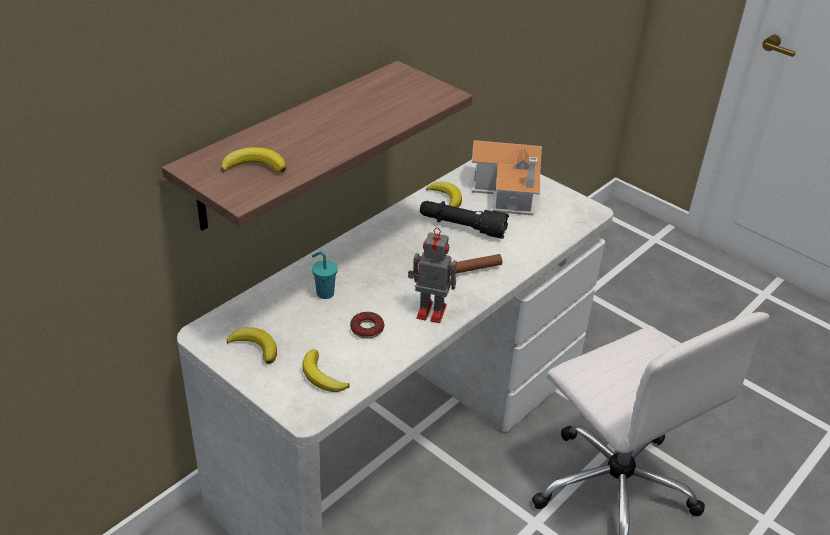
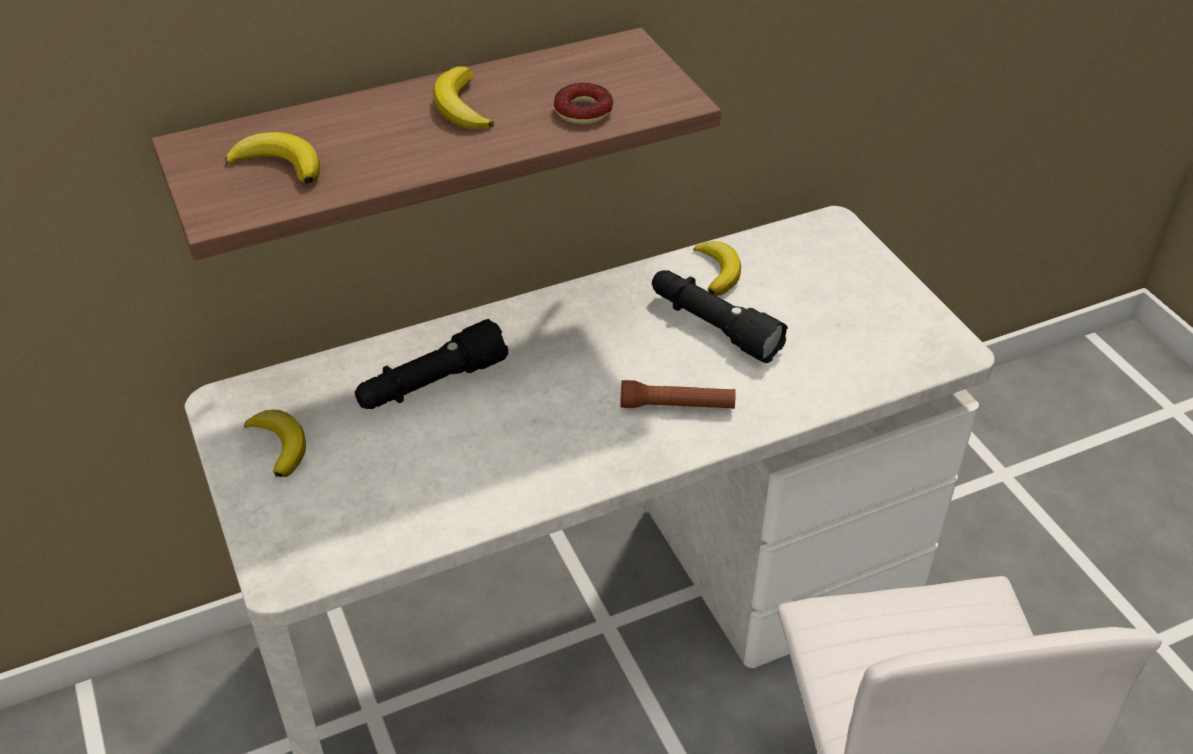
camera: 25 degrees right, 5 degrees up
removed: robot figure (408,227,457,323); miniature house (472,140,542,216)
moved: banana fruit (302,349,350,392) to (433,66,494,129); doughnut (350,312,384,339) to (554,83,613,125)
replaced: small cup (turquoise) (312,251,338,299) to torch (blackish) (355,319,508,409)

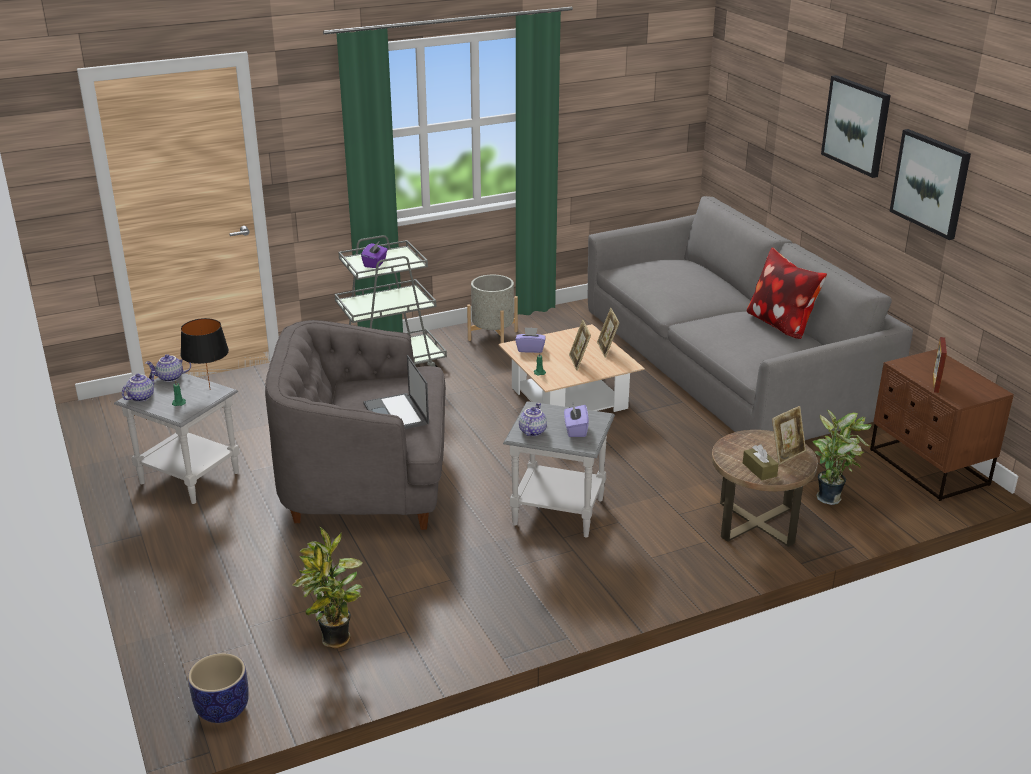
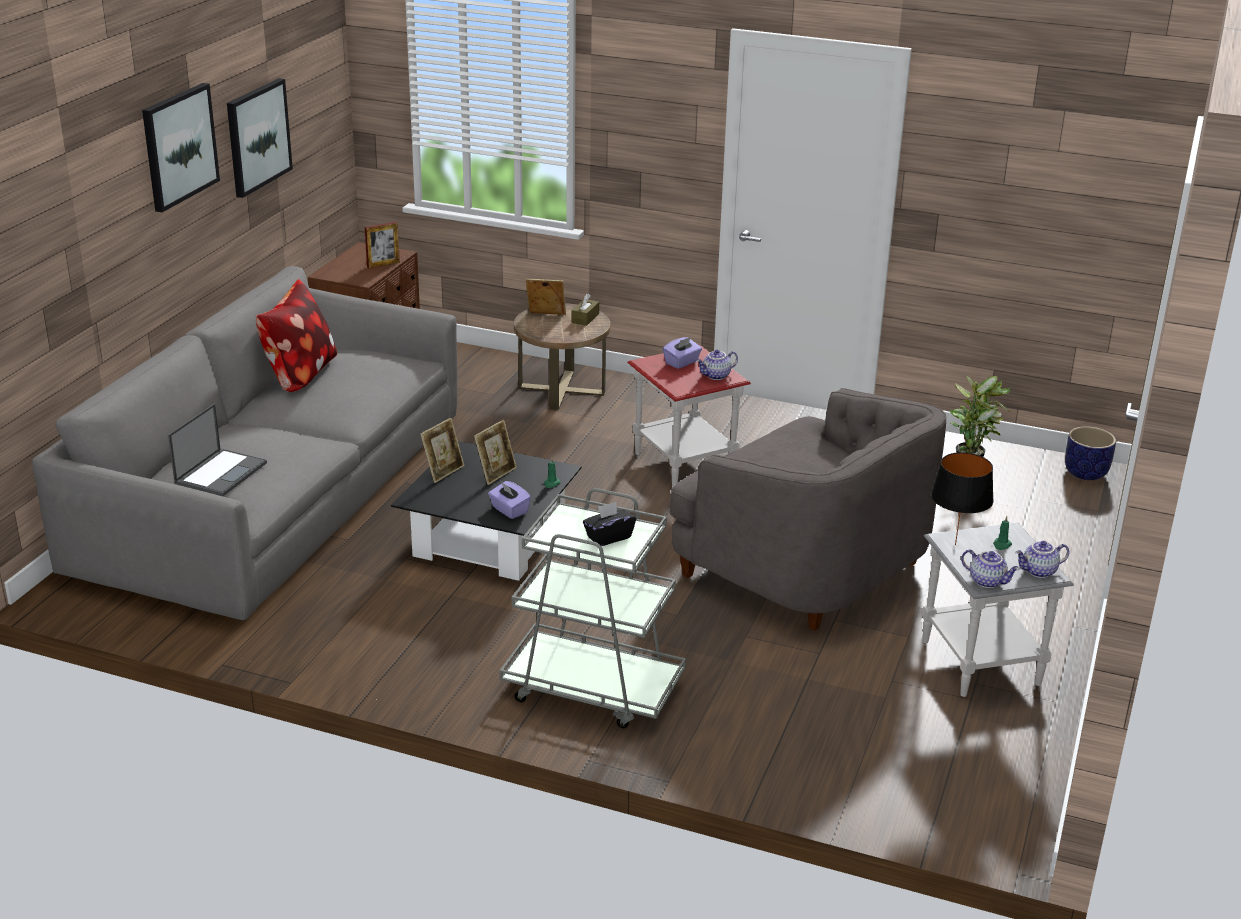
camera: 135 degrees left, 0 degrees up
removed: planter (grey) (467,275,518,343); potted plant (812,409,872,505)
moved: laptop (363,355,429,429) to (168,404,267,496)
recoloured: lounge table (beige-coloured) (498,324,645,412) to lounge table (blackish) (391,441,582,581); tissue holder (purple-coloured) (361,242,388,268) to tissue holder (blackish) (583,502,636,546); accent table (grey) (503,401,615,537) to accent table (red) (627,345,751,487)

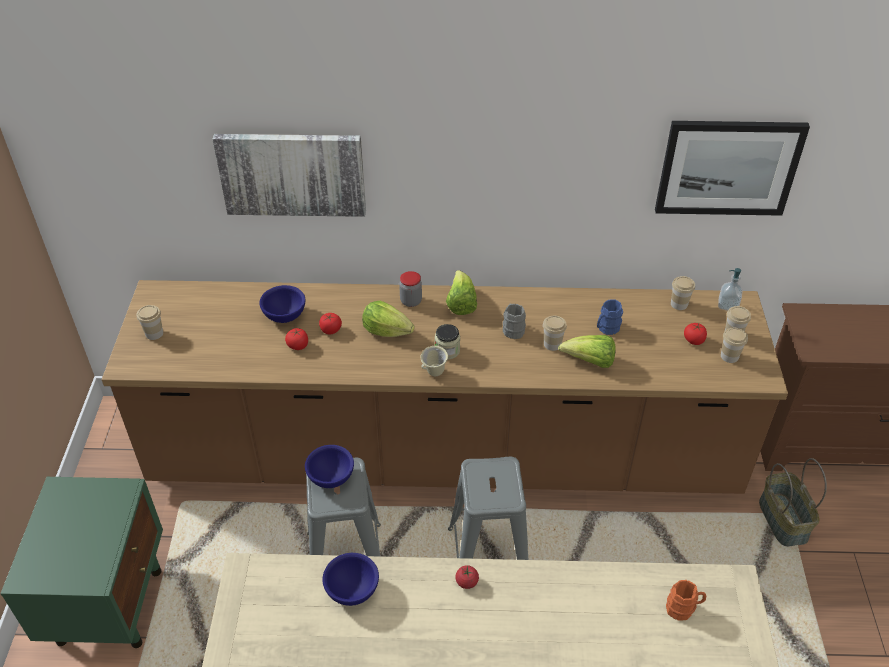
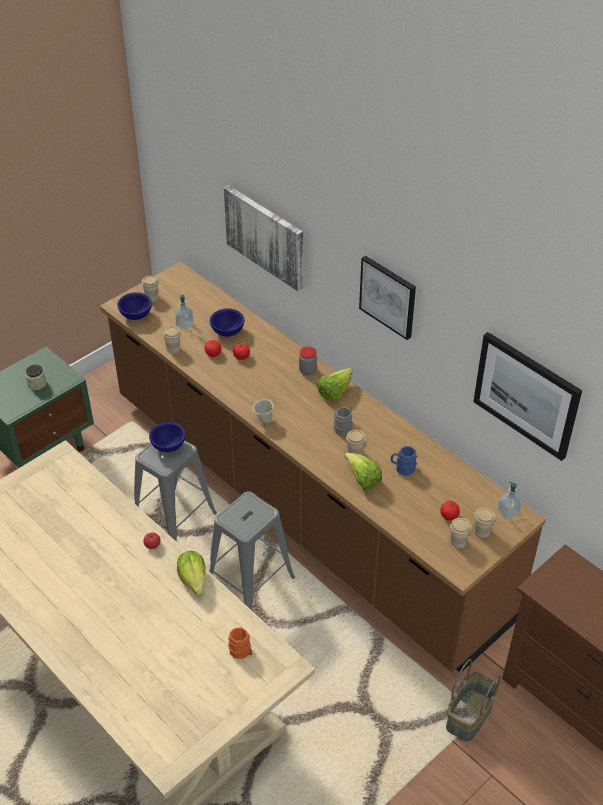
camera: 45 degrees right, 0 degrees up
added: soap dispenser (175,295,193,329); wall picture (359,256,416,340)
moved: storage jar (435,324,460,359) to (25,365,46,390); deep dish (blue-coloured) (322,553,379,606) to (117,292,152,320); small cup (671,276,695,310) to (163,327,181,354); lettuce head (362,300,415,337) to (177,551,206,595)

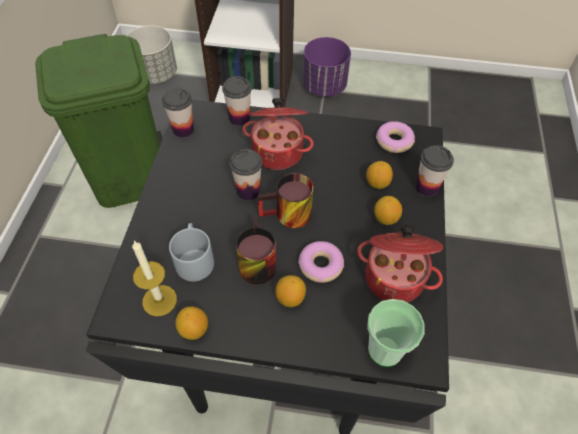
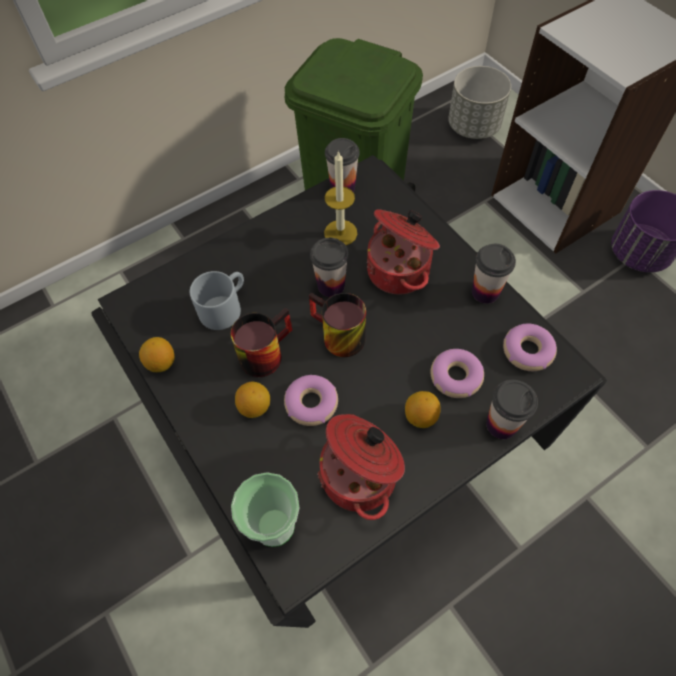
camera: 50 degrees right, 5 degrees up
moved: wax candle (132,240,177,316) to (324,150,357,245); small cup (222,76,252,126) to (472,244,516,304)
replaced: lemon (366,161,393,189) to doughnut (431,349,484,398)

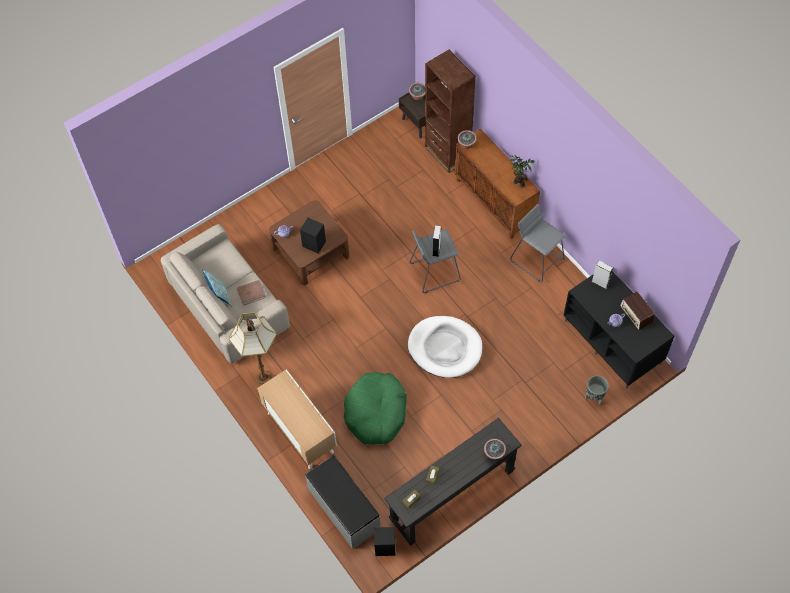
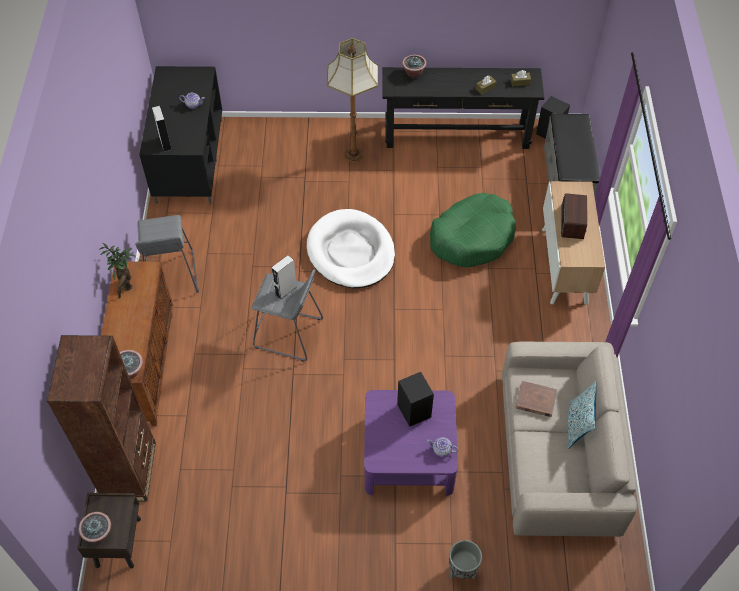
camera: 145 degrees left, 5 degrees down
moved: standing lamp (229,312,277,385) to (327,38,378,162); planter (grey) (585,376,609,404) to (449,540,482,580); radio receiver (620,292,654,330) to (561,193,588,239)
recoloured: lounge table (brown) (269,200,350,285) to lounge table (purple-coloured) (364,390,458,496)

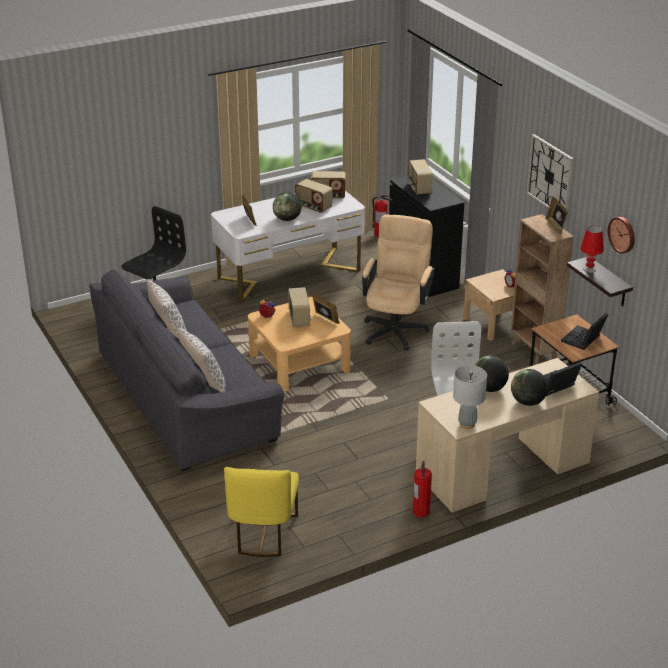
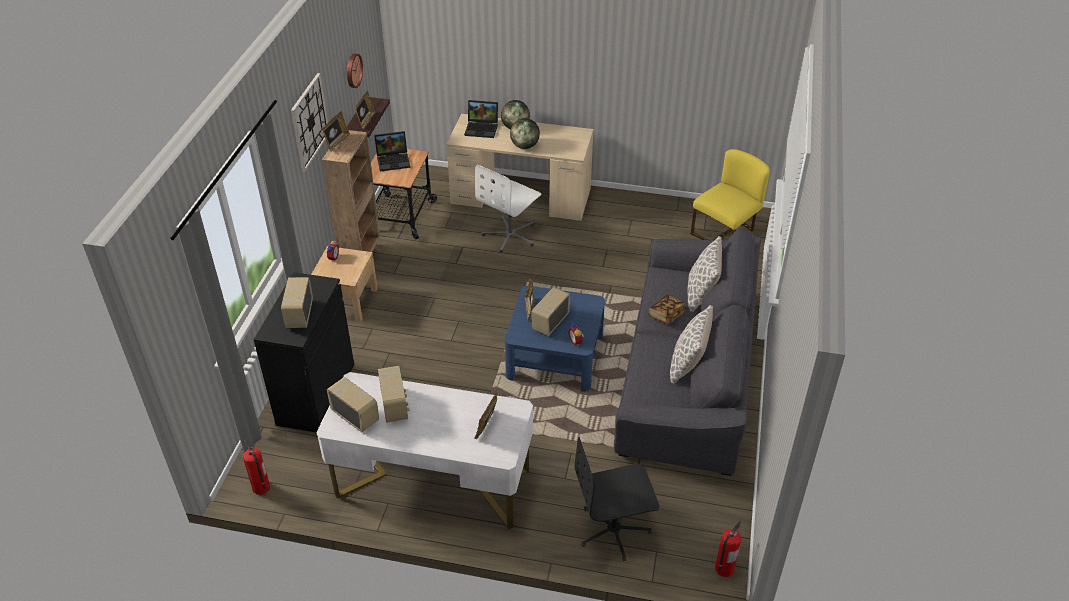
camera: 140 degrees left, 10 degrees up
removed: globe (273,192,302,221); desk chair (beige-coloured) (362,214,435,350); lamp for a table (grey) (453,365,487,429)
added: book (648,294,685,324)
moved: fire extinguisher (413,461,432,518) to (715,521,742,577)
replaced: lamp for a table (red) (580,226,604,273) to photo frame (355,91,376,129)
recoloured: lounge table (beige-coloured) (248,297,351,392) to lounge table (blue-coloured) (505,286,605,392)
turned: radio receiver (408,159,433,195) = (281,277,313,328) 150 degrees clockwise

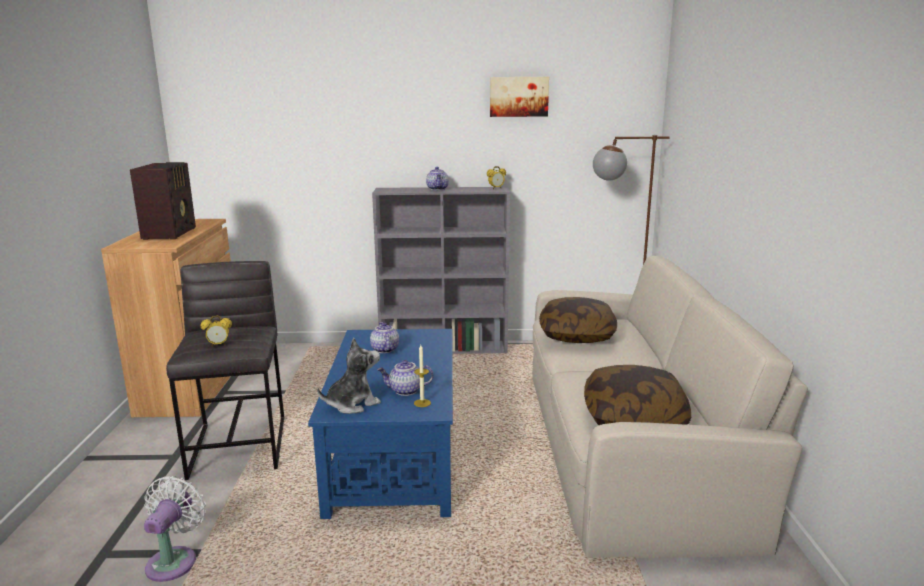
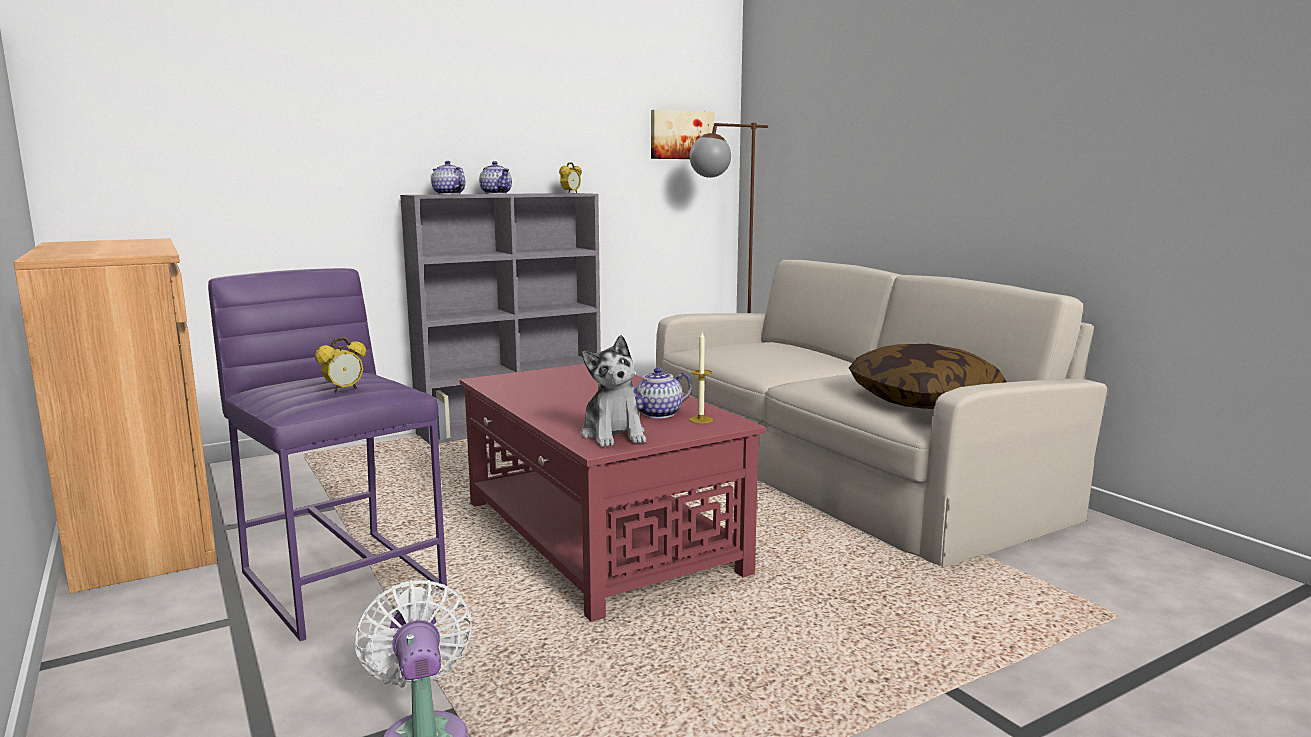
camera: 30 degrees left, 5 degrees down
removed: radio receiver (130,162,196,240); pillow (539,297,617,343)
moved: pot for tea (370,322,399,353) to (431,161,465,194); wall picture (490,77,549,117) to (651,110,714,159)
recoloured: stool seat (grey) (166,261,284,480) to stool seat (purple-coloured) (208,268,447,641); lounge table (blue-coloured) (308,329,453,519) to lounge table (red) (460,364,766,622)
turned: plush toy (317,338,381,414) = (581,335,646,447) 135 degrees clockwise

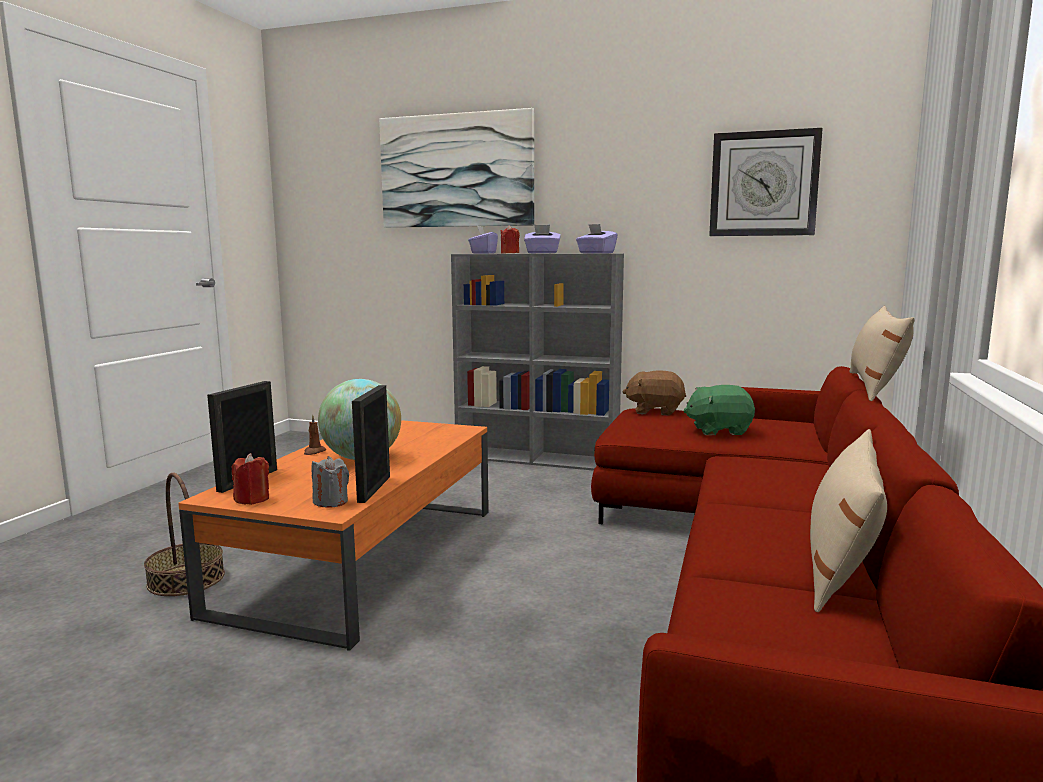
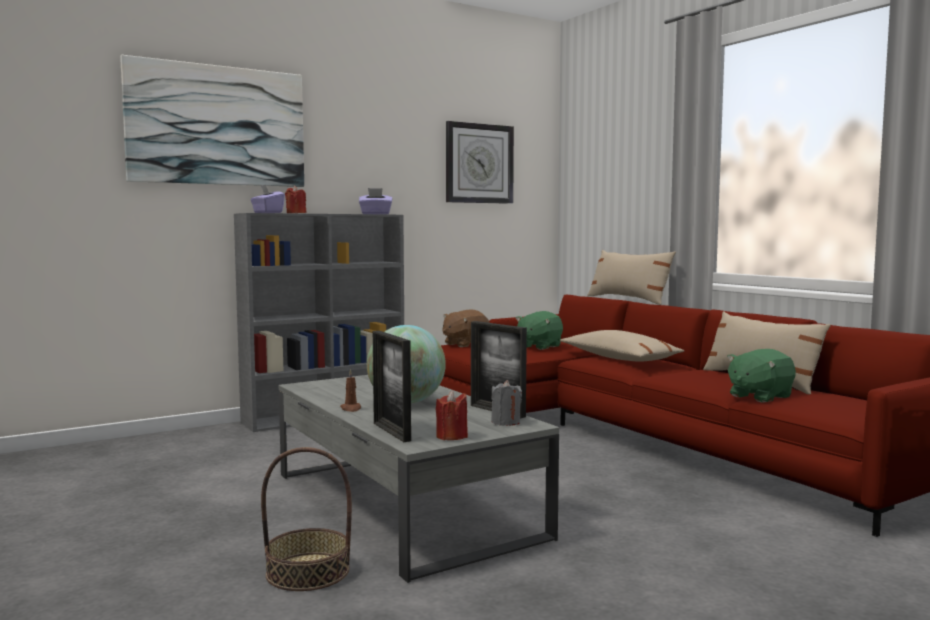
camera: 50 degrees left, 5 degrees down
removed: tissue holder (purple-coloured) (524,225,561,253)
added: pillow (beige-coloured) (560,330,684,362); plush toy (greenish) (727,349,796,403)
recoloured: lounge table (orangey) (178,420,489,651) to lounge table (grey) (279,375,559,583)

